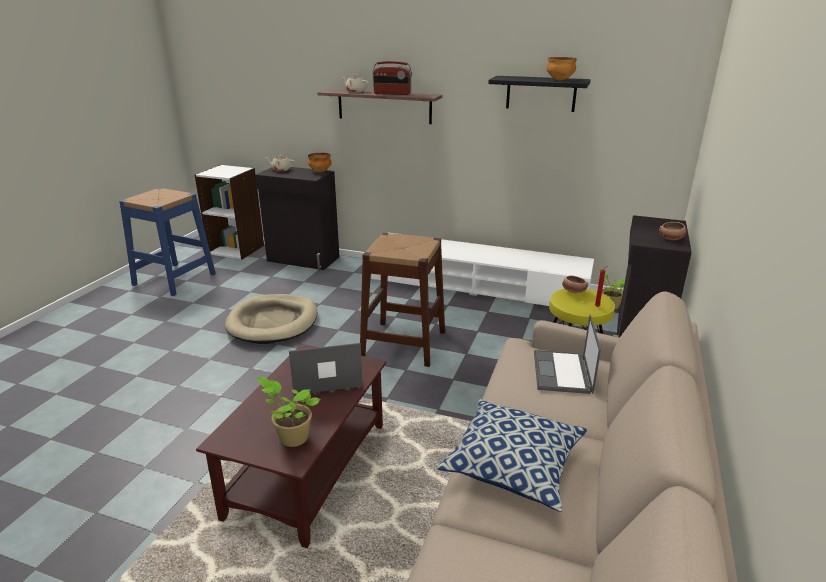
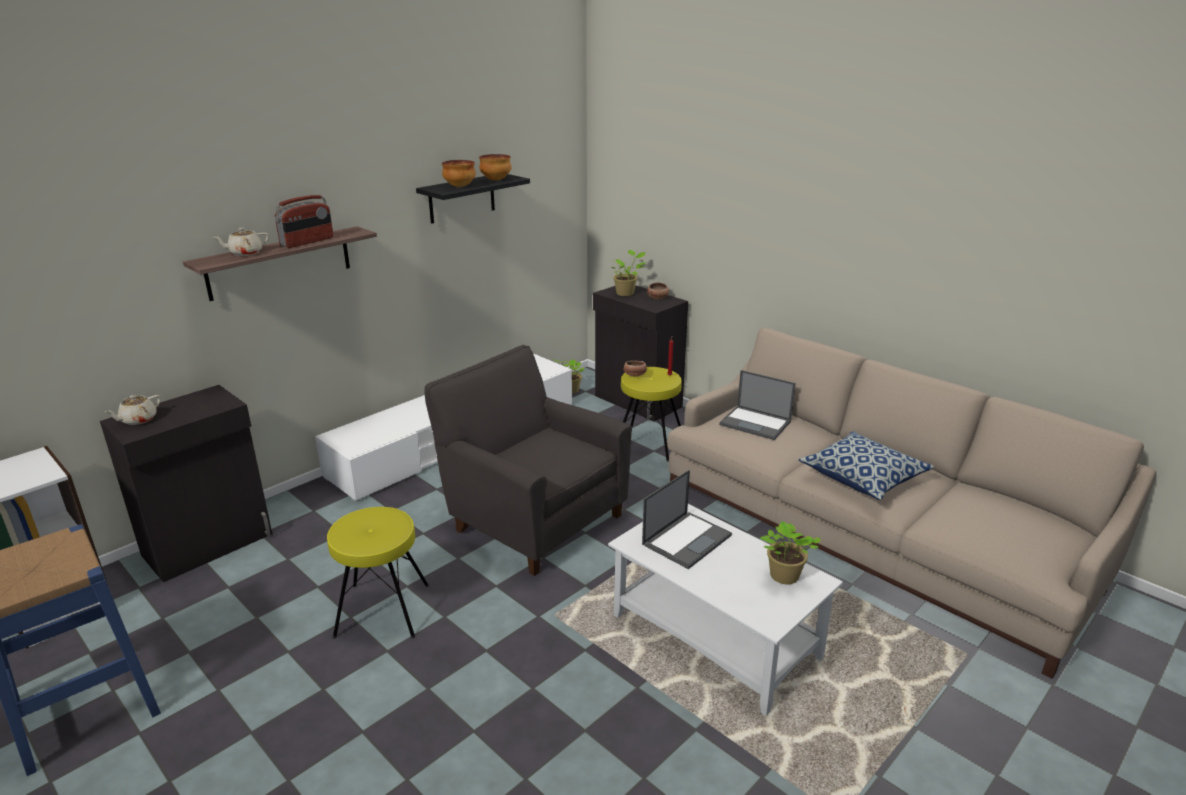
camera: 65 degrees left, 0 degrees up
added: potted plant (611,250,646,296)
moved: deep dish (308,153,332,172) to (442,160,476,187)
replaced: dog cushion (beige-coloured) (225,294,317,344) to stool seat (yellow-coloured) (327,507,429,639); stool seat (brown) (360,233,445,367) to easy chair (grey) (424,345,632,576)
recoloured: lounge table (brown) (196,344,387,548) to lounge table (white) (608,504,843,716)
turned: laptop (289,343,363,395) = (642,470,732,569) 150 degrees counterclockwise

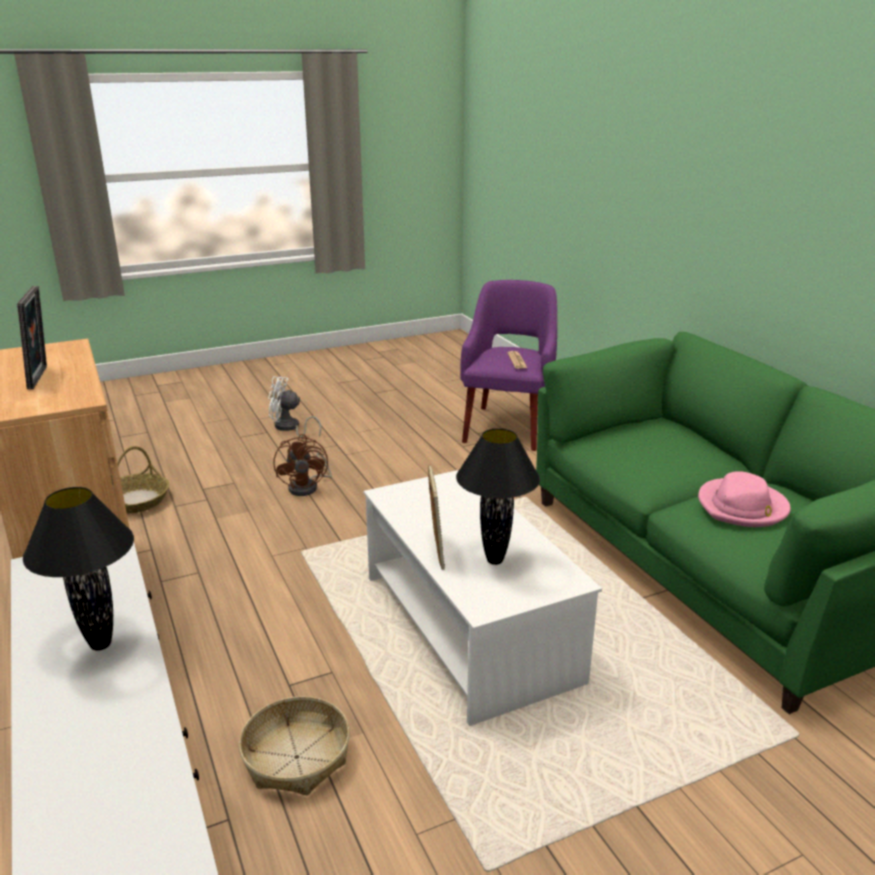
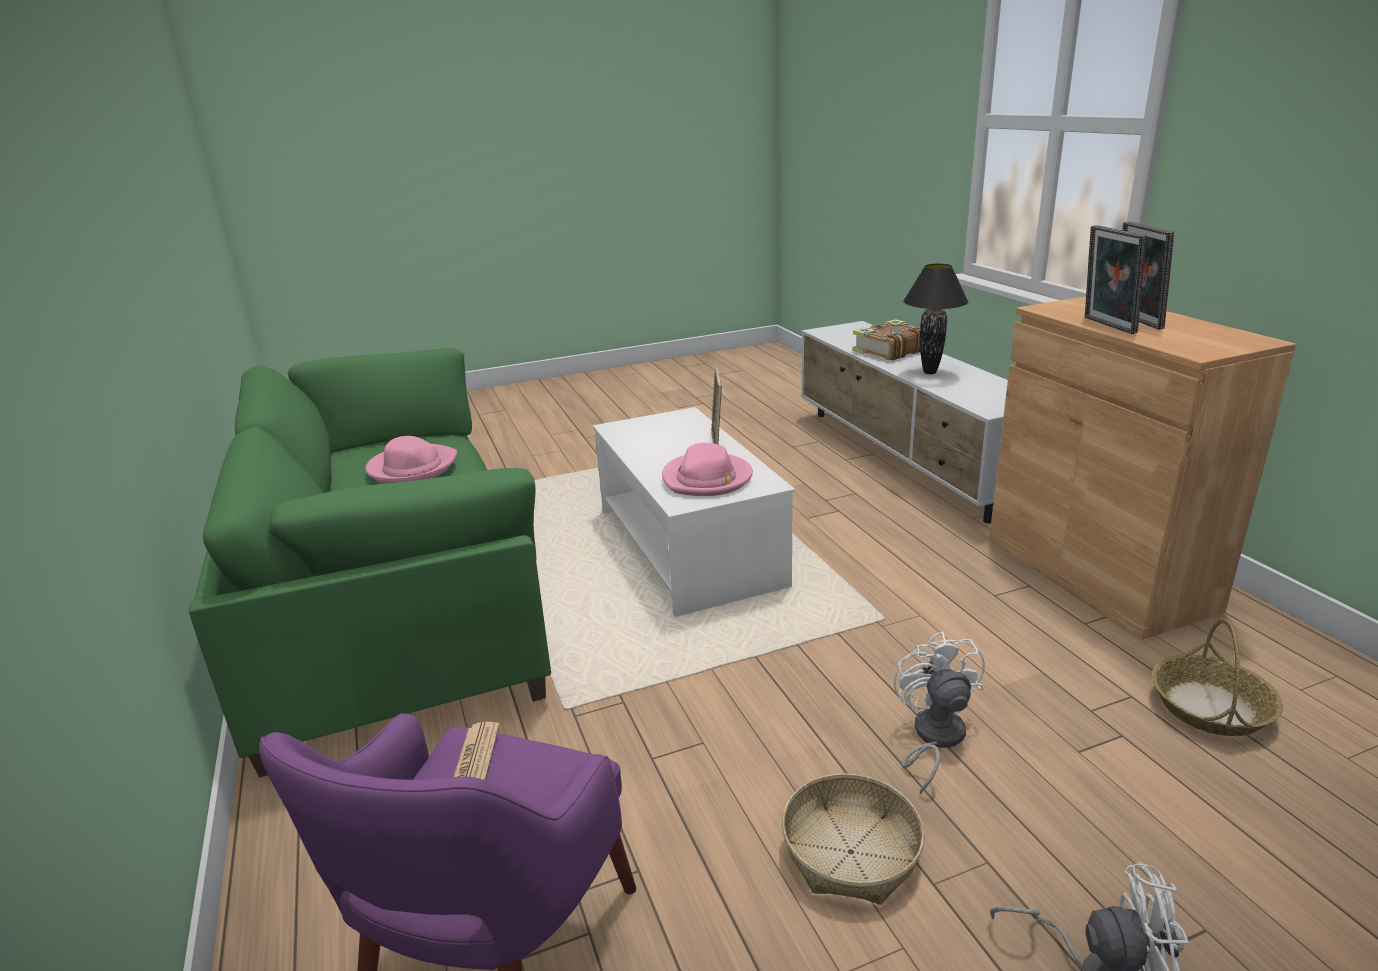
camera: 175 degrees left, 0 degrees up
removed: lamp for a table (blackish) (456,428,540,565)
added: clothing hat (pink-coloured) (662,443,753,496); book (852,319,921,361); photo frame (1085,225,1147,334)
moved: basket (239,696,350,795) to (782,773,925,904)
recoloured: electric fan (brown) (273,434,332,496) to electric fan (white) (894,631,985,795)

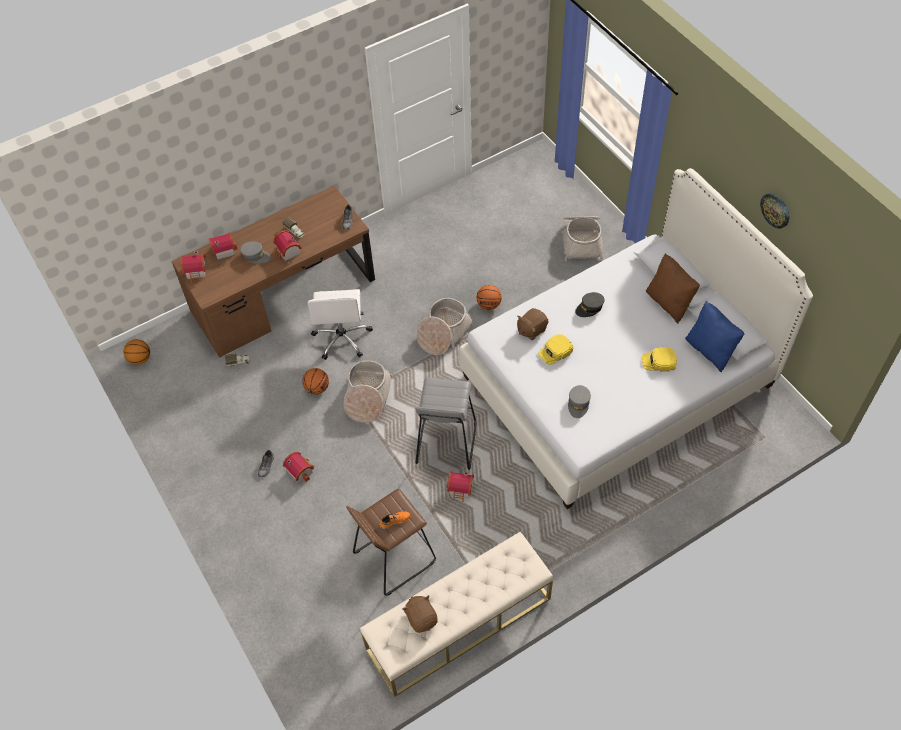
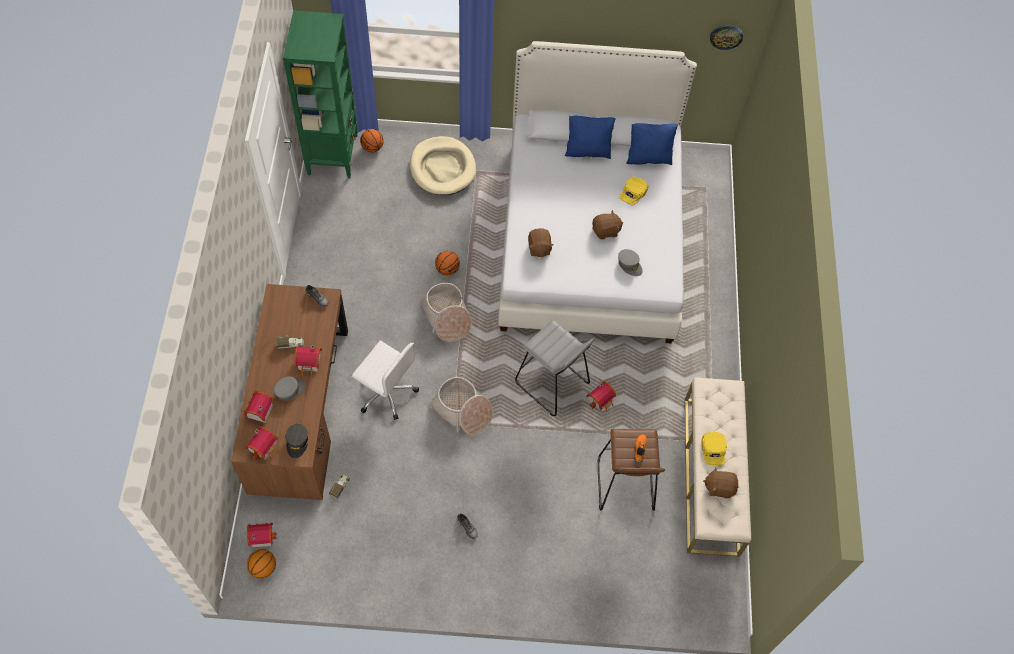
camera: 60 degrees left, 5 degrees up
added: bookcase (greenish) (283,10,358,178); plush toy (brown) (592,210,623,240)
moved: miniature house (283,452,314,483) to (247,523,277,548); baseball cap (grey) (575,292,605,317) to (286,424,308,458); ball for basketball (302,368,329,394) to (360,129,384,153); baseball cap (yellow-coloured) (538,334,573,365) to (701,432,727,465); wall clock (760,193,789,229) to (710,25,743,50)
replaced: basket (562,216,603,261) to dog cushion (beige-coloured) (410,136,476,195)
recoloured: pillow (brown) (646,253,700,323) to pillow (blue-coloured) (565,116,616,159)

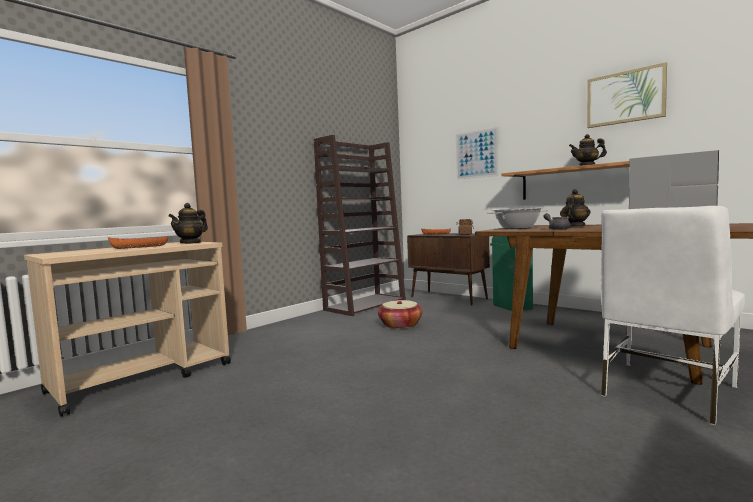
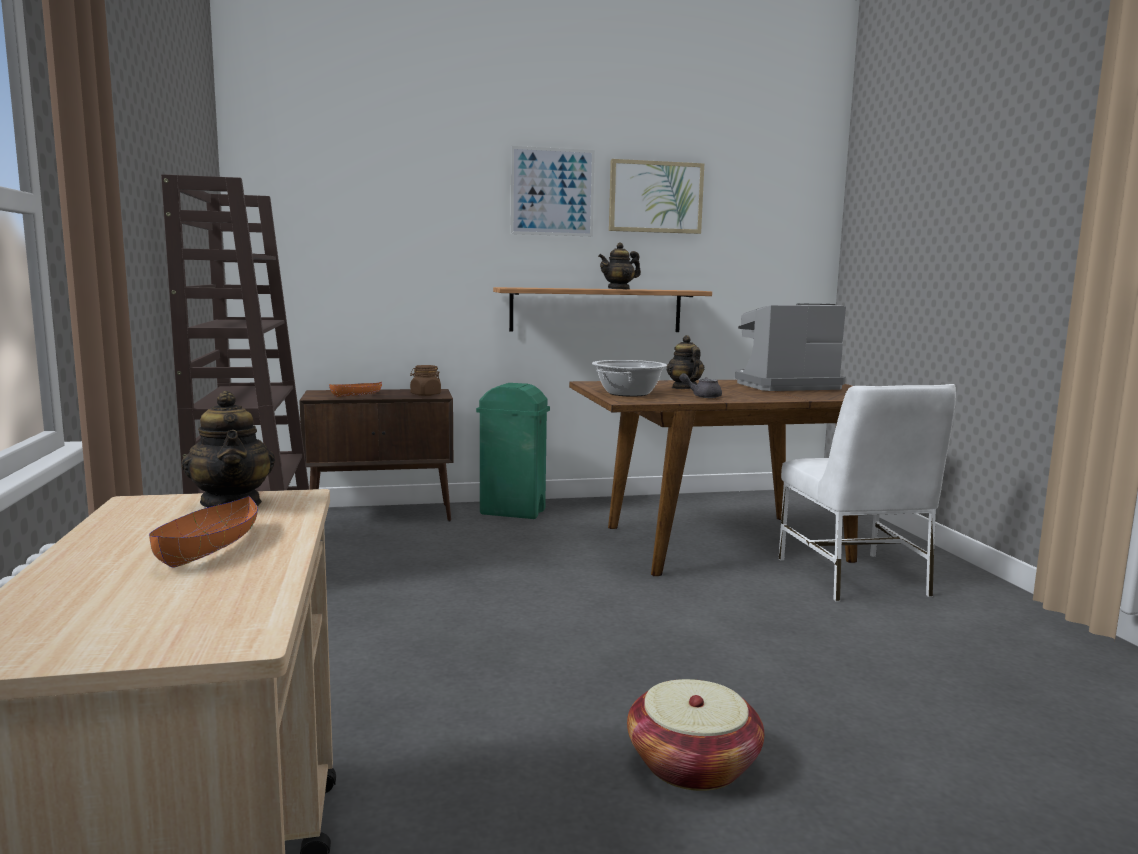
camera: 55 degrees left, 5 degrees up
moved: wall picture (456,127,498,180) to (511,146,595,236); basket (378,300,423,329) to (627,679,764,791)

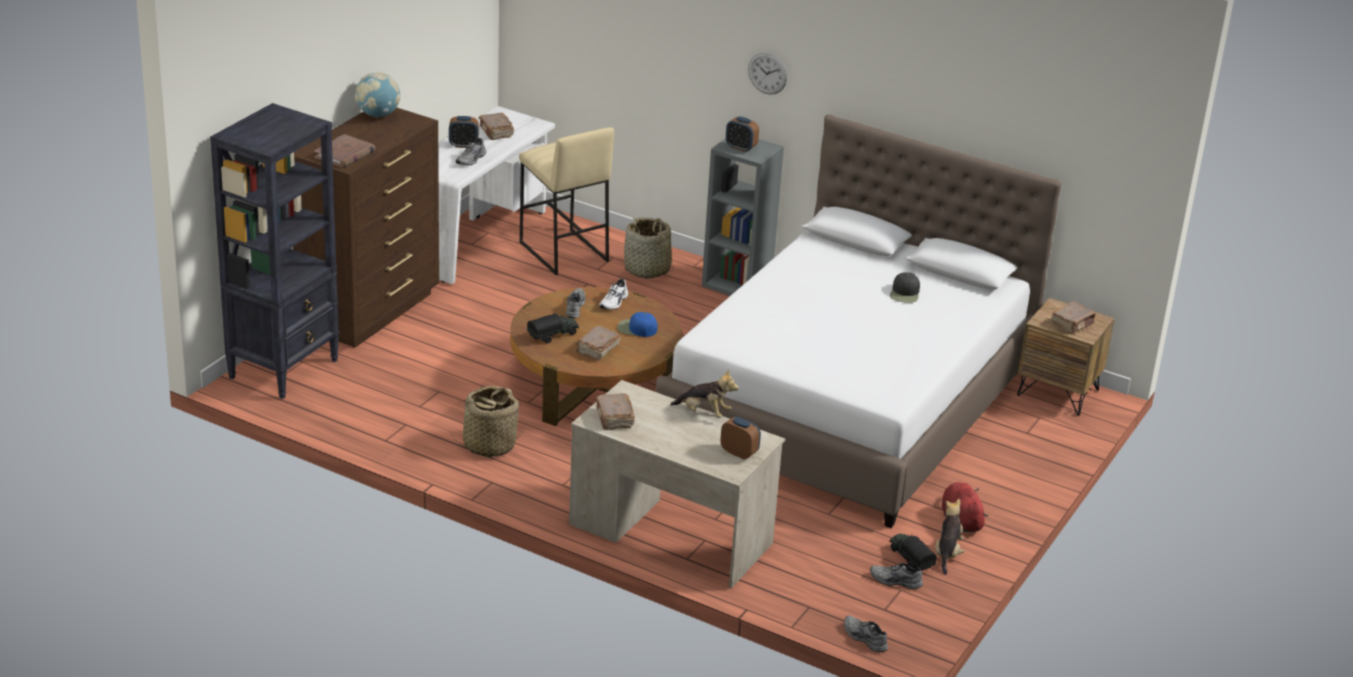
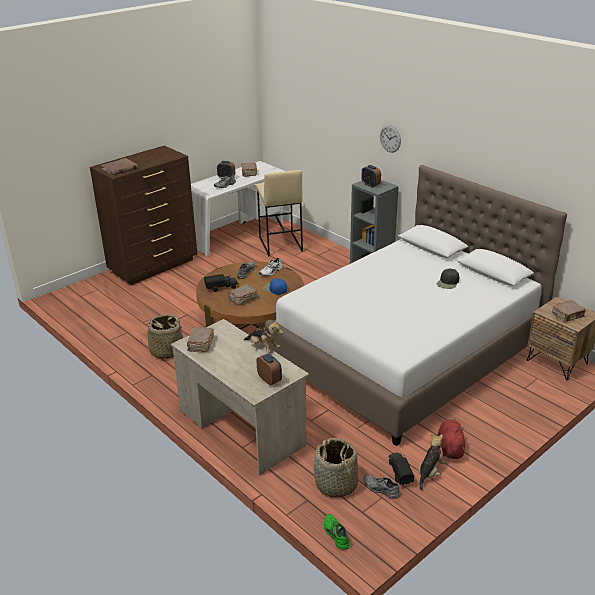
camera: 20 degrees right, 0 degrees up
removed: bookcase (blackish) (210,103,339,399); globe (355,72,400,118)
moved: basket (624,217,673,278) to (314,438,358,498)
recoloured: low shoe (grey) (844,615,888,652) to low shoe (greenish) (324,514,349,550)

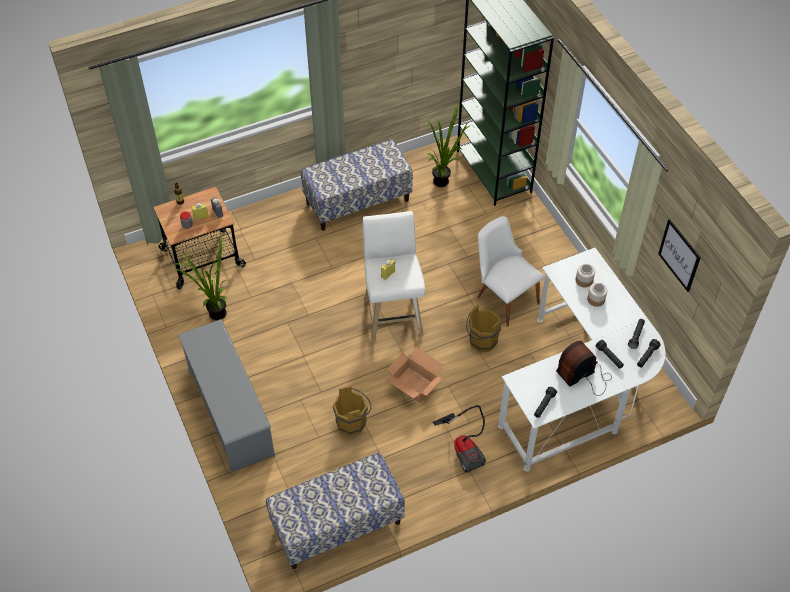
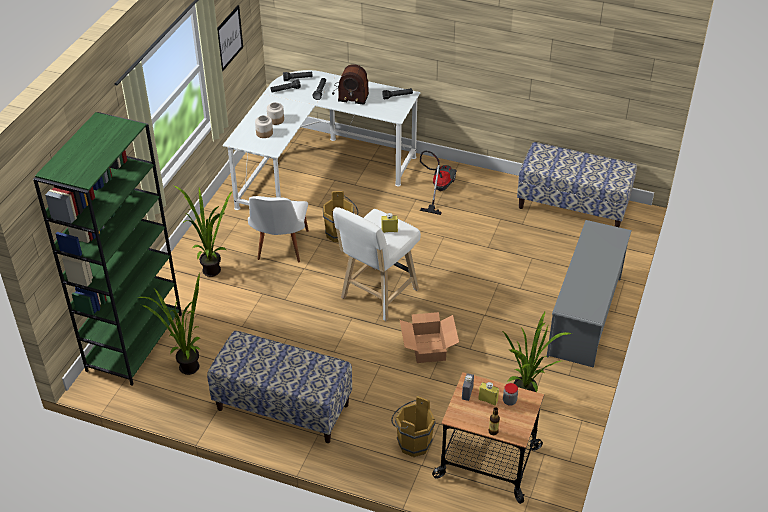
camera: 135 degrees left, 10 degrees down
added: potted plant (174,186,233,277)
moved: pail (brown) (333,385,371,436) to (391,396,436,457); carton (385,347,444,403) to (400,312,459,363)

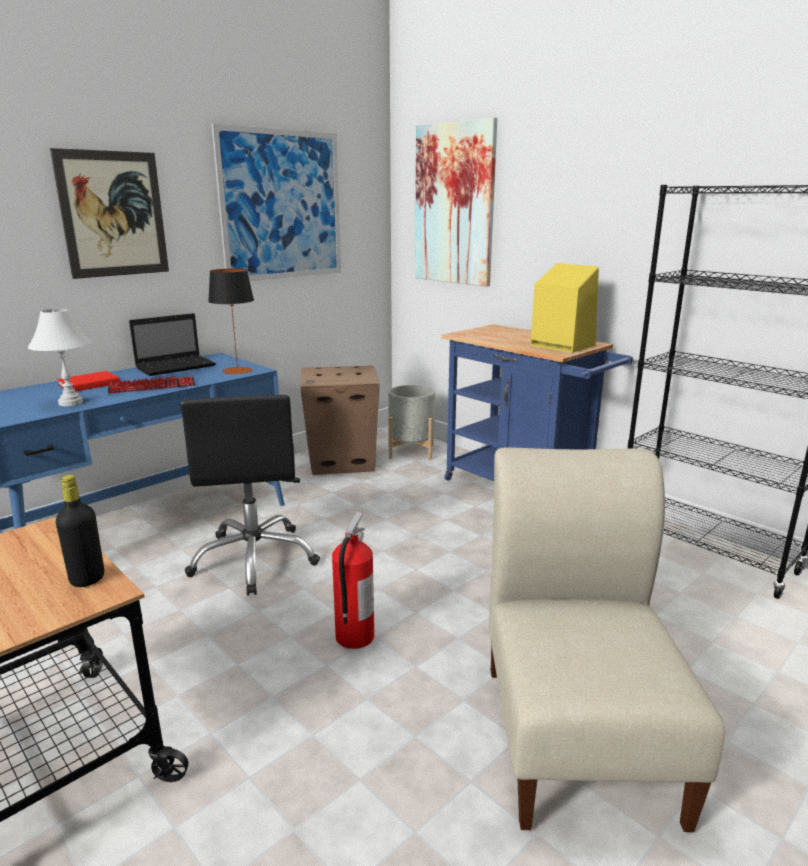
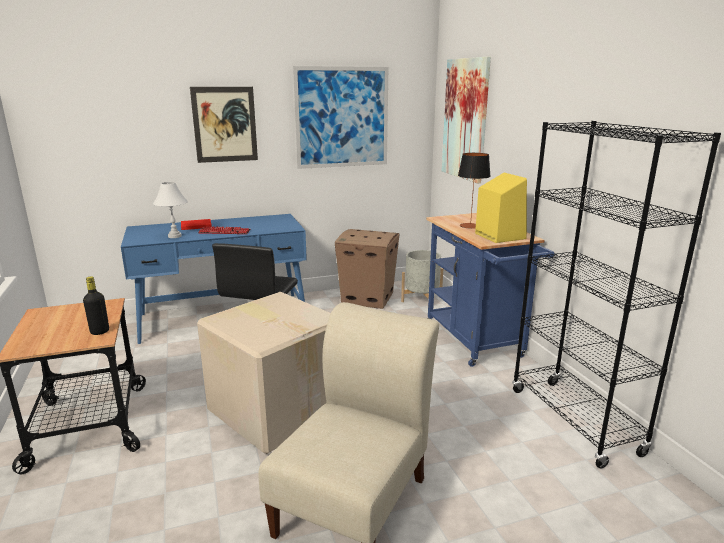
camera: 25 degrees right, 0 degrees up
removed: laptop (129,313,216,376)
moved: lamp for a table (208,269,254,374) to (458,153,491,229)
replaced: fire extinguisher (332,512,374,649) to carton (197,292,331,454)

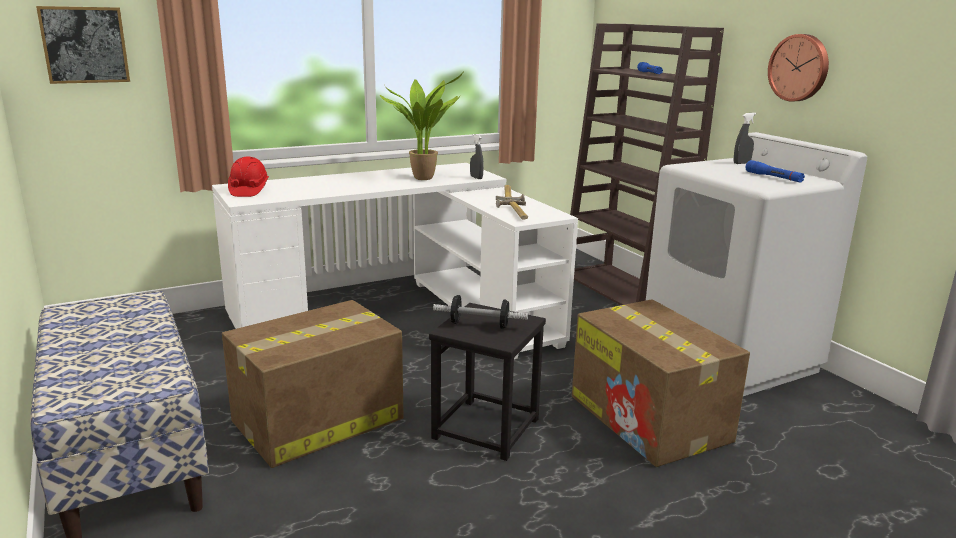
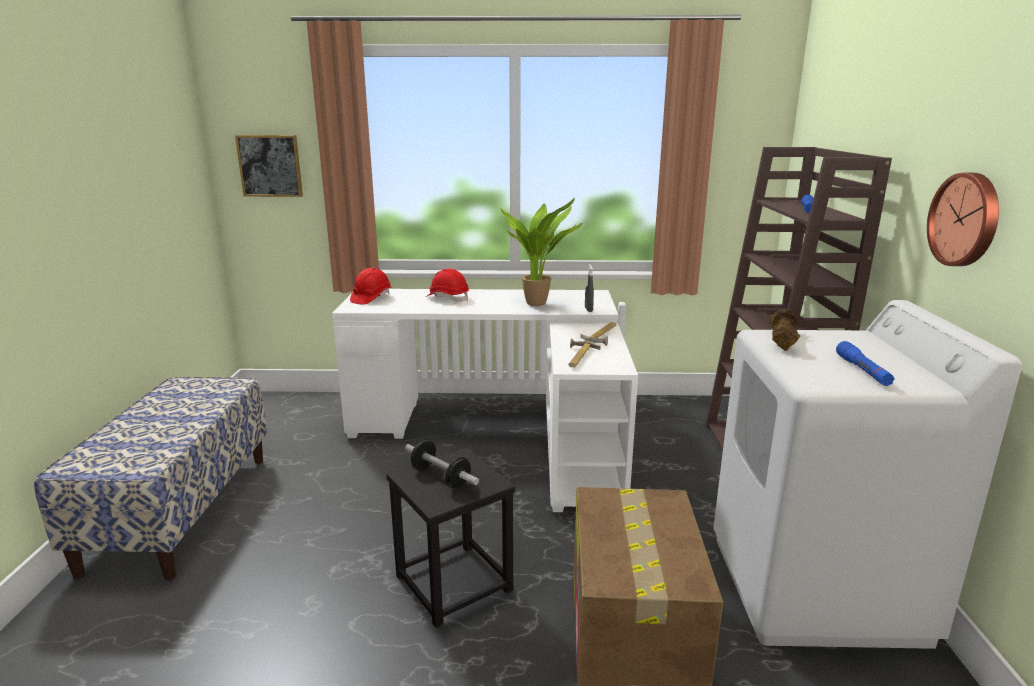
camera: 30 degrees right, 0 degrees up
removed: carton (222,300,404,468); spray bottle (grey) (734,113,756,164)
added: safety helmet (red) (426,268,469,302); dumbbell (brown) (770,310,800,351)

